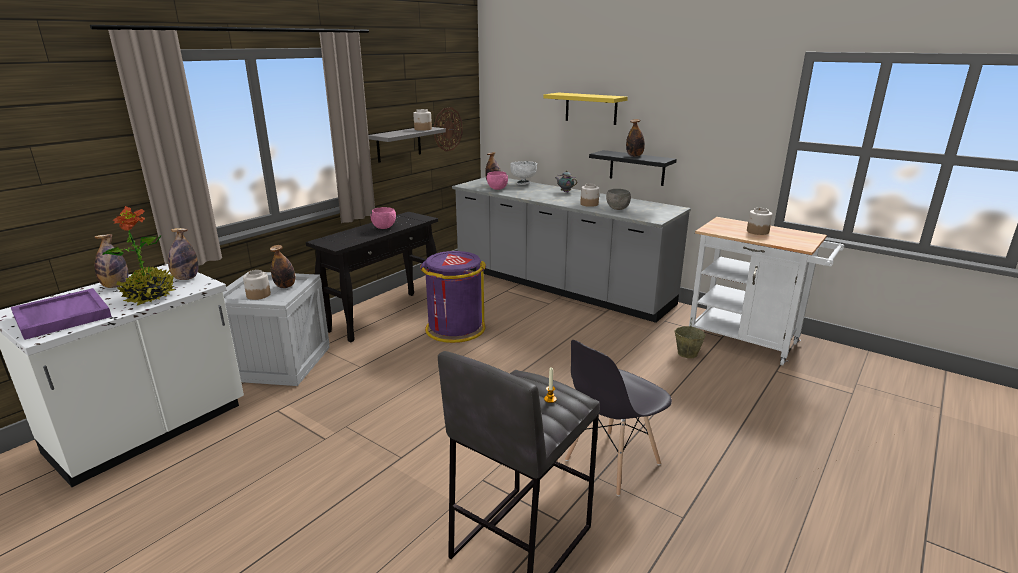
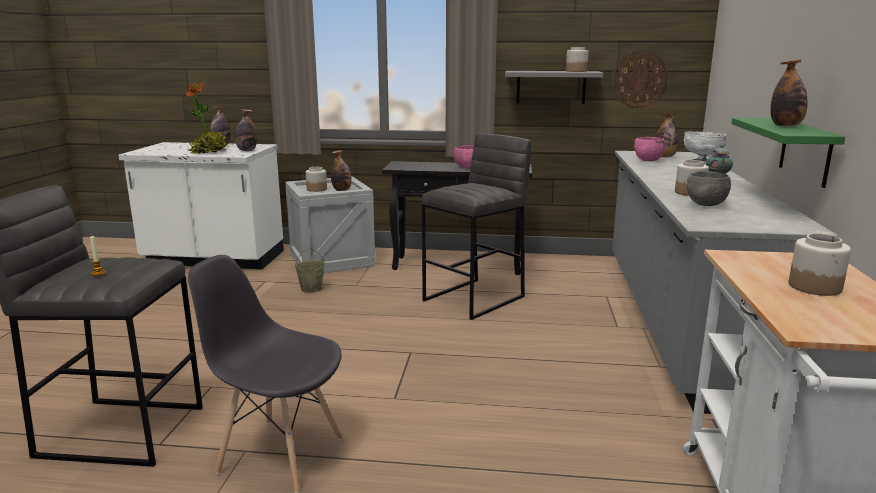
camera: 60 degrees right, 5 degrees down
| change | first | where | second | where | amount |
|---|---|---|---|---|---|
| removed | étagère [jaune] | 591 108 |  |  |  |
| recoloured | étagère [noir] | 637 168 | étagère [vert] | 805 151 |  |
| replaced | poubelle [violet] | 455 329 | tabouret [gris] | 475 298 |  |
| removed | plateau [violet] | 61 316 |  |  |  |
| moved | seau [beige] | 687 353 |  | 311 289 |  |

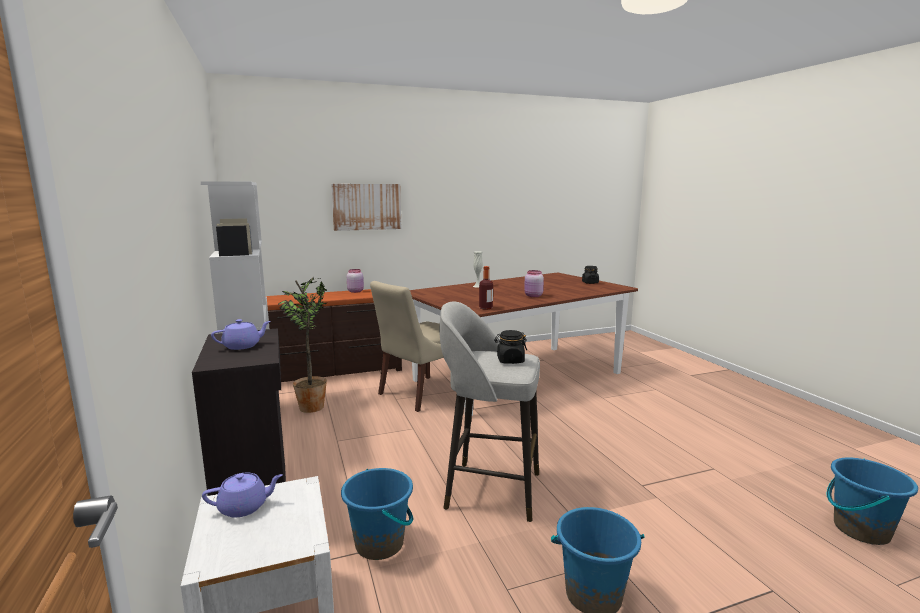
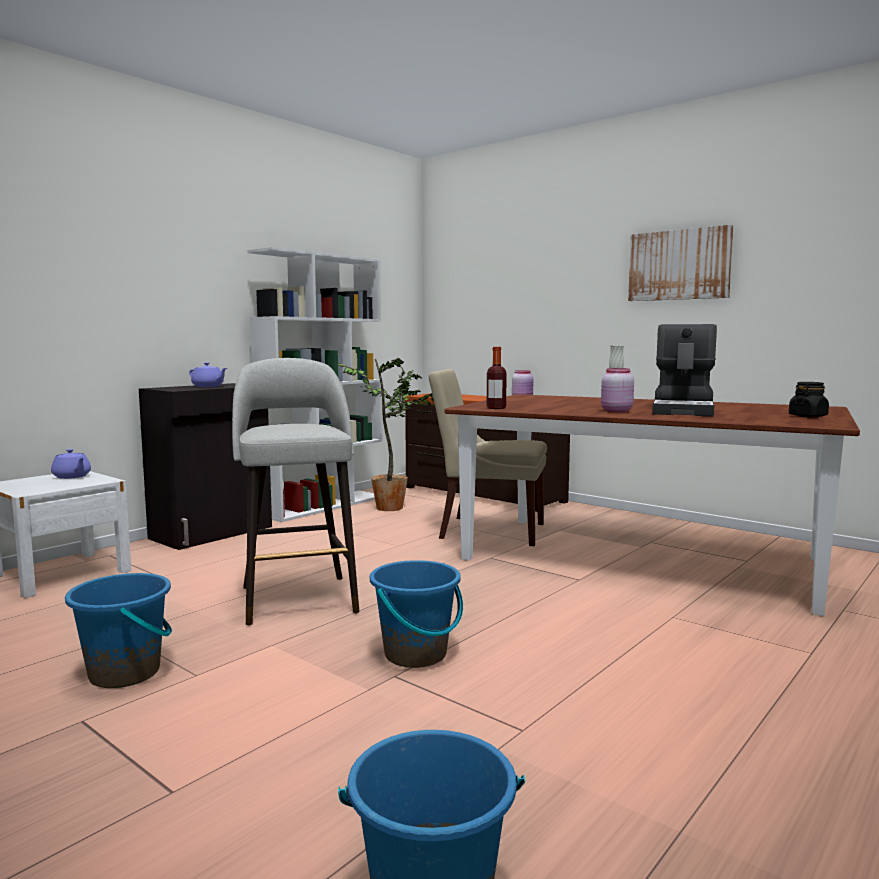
camera: 60 degrees right, 5 degrees down
| change | first | where | second | where | amount |
|---|---|---|---|---|---|
| moved | tableau | 367 206 |  | 679 265 |  |
| removed | bocal [noir] | 510 361 |  |  |  |
| moved | seau [bleu] | 380 543 |  | 416 654 |  |
| added |  |  | machine à café | 684 410 |  |

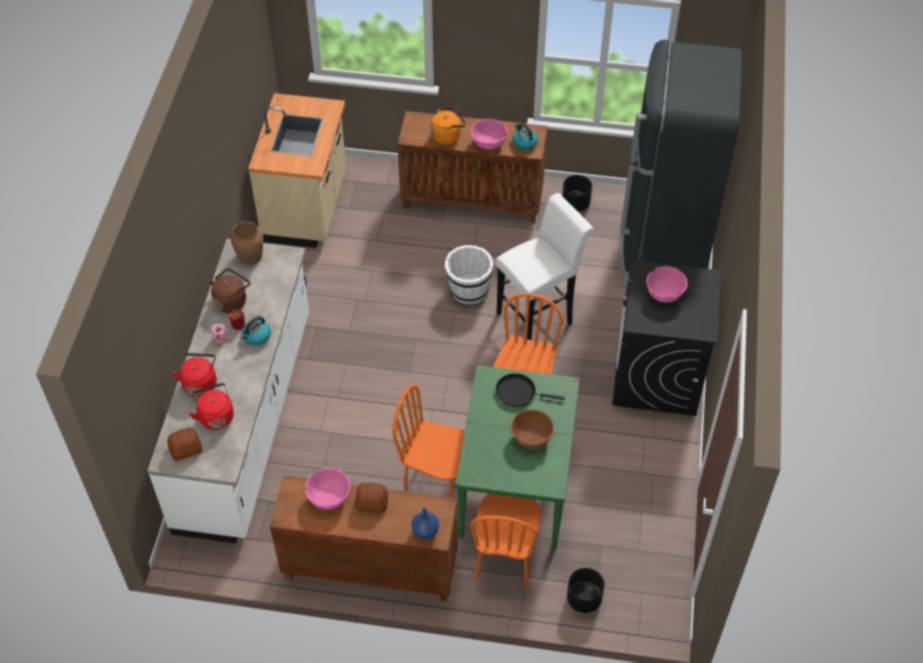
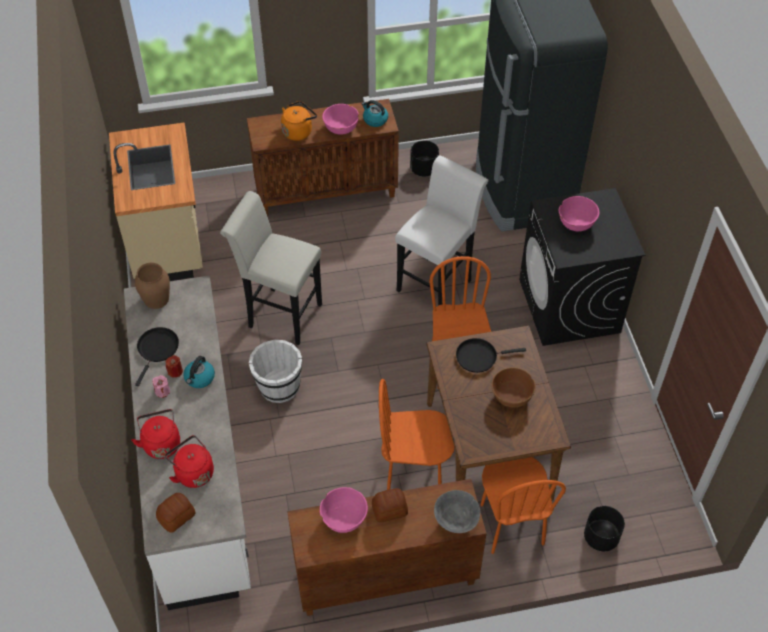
camera: 20 degrees left, 0 degrees up
| change | first | where | second | where | amount |
|---|---|---|---|---|---|
| moved | seau [blanc] | 468 290 |  | 278 387 |  |
| replaced | bouilloire [marron] | 232 301 | poêle [noir] | 157 349 |  |
| recoloured | table à manger [vert] | 515 484 | table à manger [marron] | 488 448 |  |
| replaced | vase [bleu] | 425 531 | bol [gris] | 456 521 |  |
| added |  |  | tabouret [blanc] | 280 314 |  |

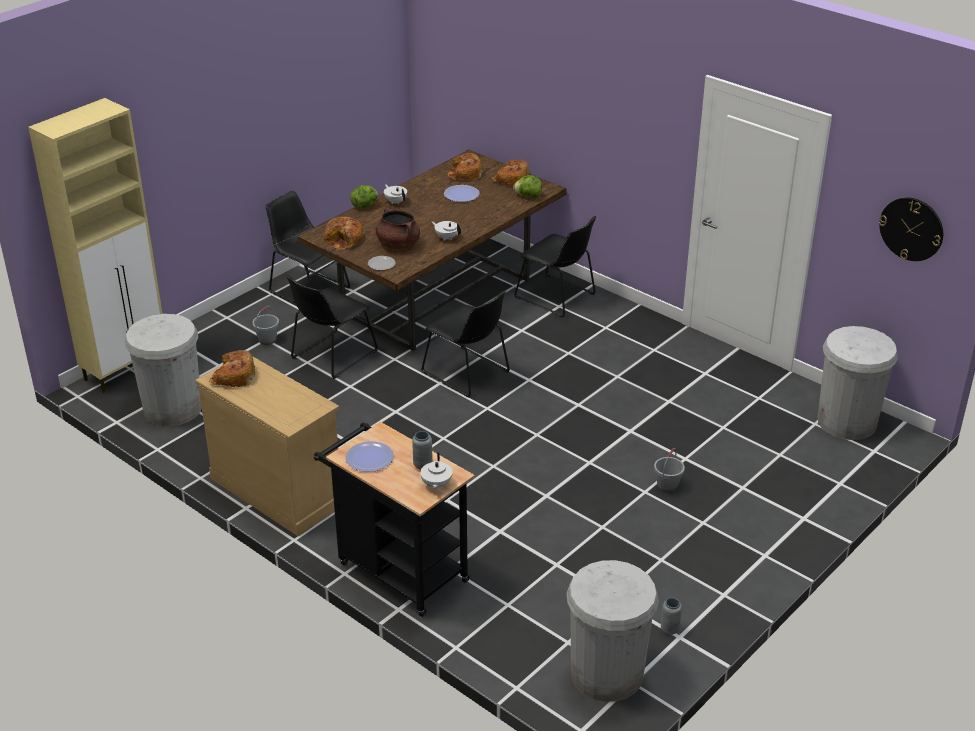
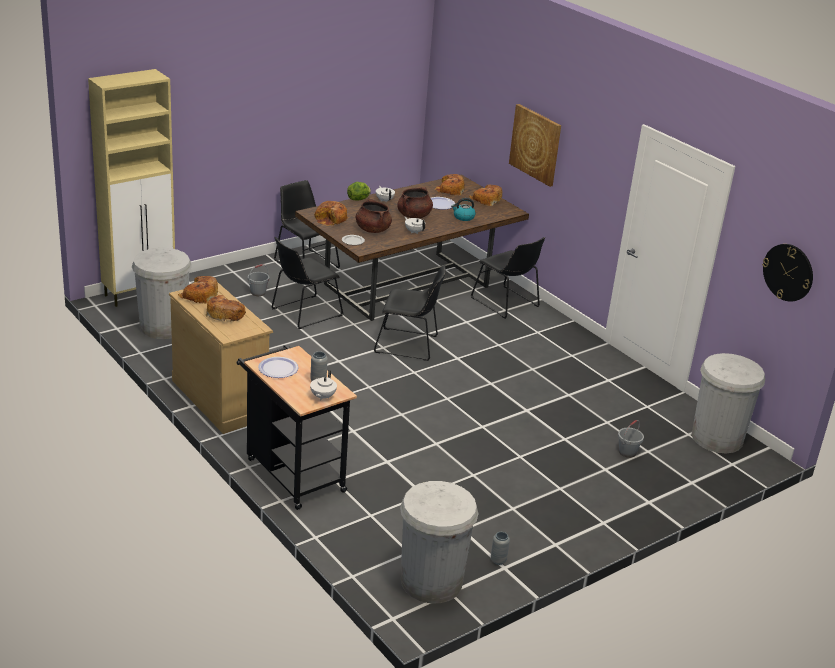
camera: 10 degrees right, 5 degrees down
| change | first | where | second | where | amount |
|---|---|---|---|---|---|
| removed | laitue | 528 196 |  |  |  |
| turned | chaise [noir] | 468 373 |  | 409 345 | 45 degrees counterclockwise |
| moved | seau [gris] | 667 486 |  | 627 452 |  |
| added |  |  | tableau | 535 144 |  |
| added |  |  | marmite [marron] | 414 216 |  |
| added |  |  | bouilloire | 463 217 |  |
| added |  |  | pain | 225 314 |  |

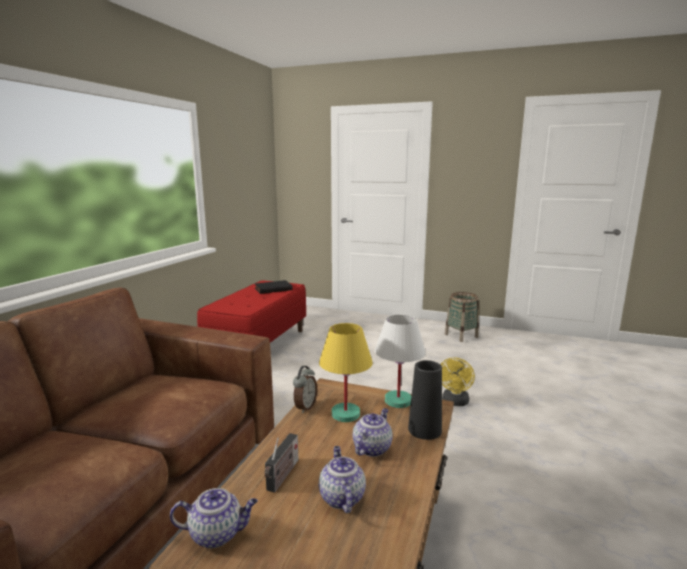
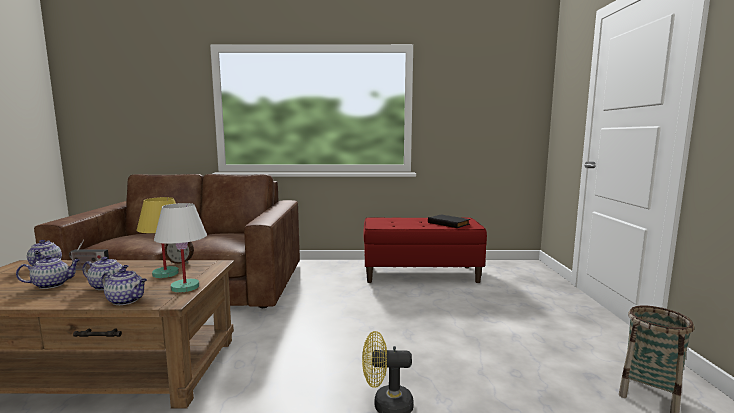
camera: 70 degrees right, 5 degrees down
| change | first | where | second | where | amount |
|---|---|---|---|---|---|
| replaced | vase [noir] | 424 429 | théière | 127 300 |  |

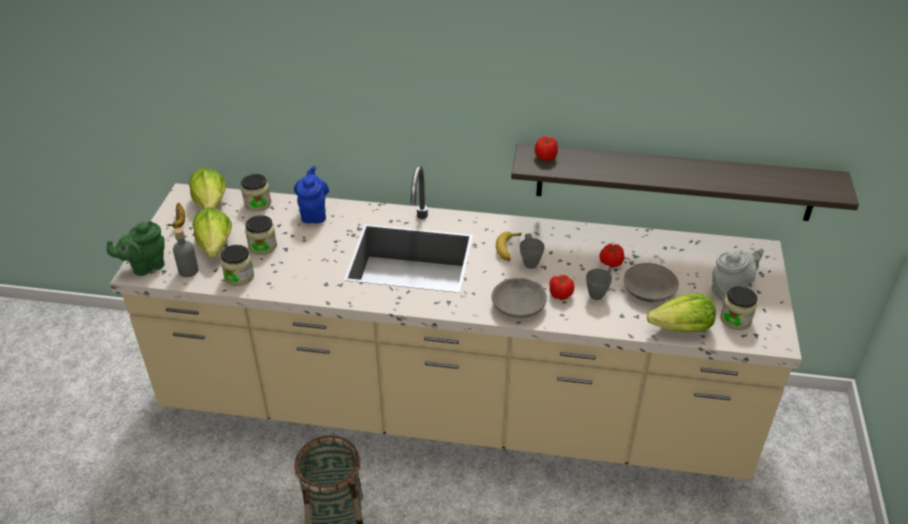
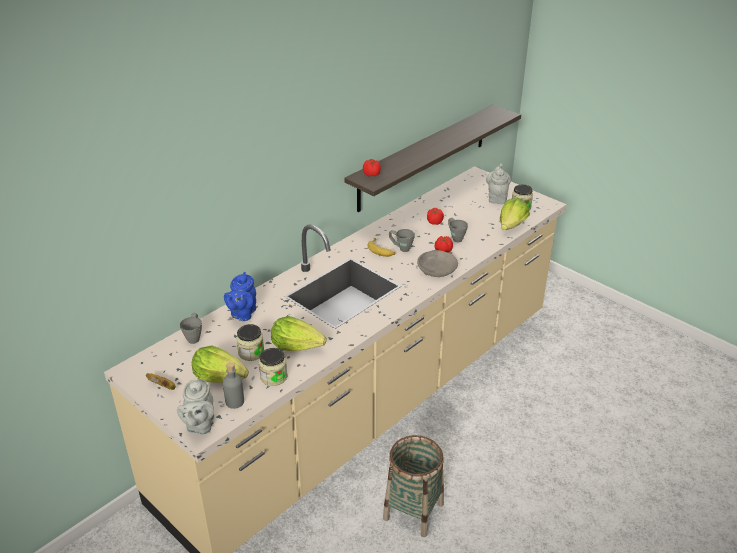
camera: 55 degrees left, 5 degrees down
| change | first | where | second | where | amount |
|---|---|---|---|---|---|
| turned | théière [bleu] | 314 213 |  | 242 314 | 105 degrees counterclockwise |
| moved | laitue | 211 204 |  | 297 345 |  |
| replaced | bocal | 257 203 | mug [gris] | 194 336 |  |
| recoloured | théière [vert] | 145 266 | théière [gris] | 199 425 |  |
| removed | bol [gris] | 648 290 |  |  |  |

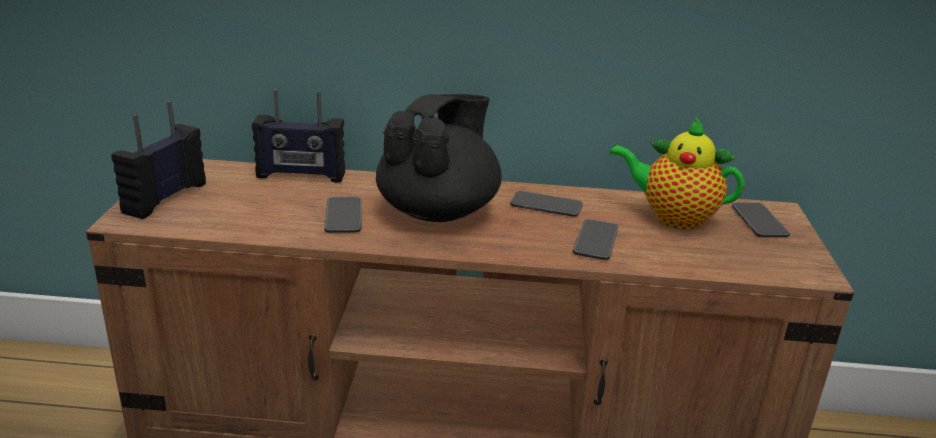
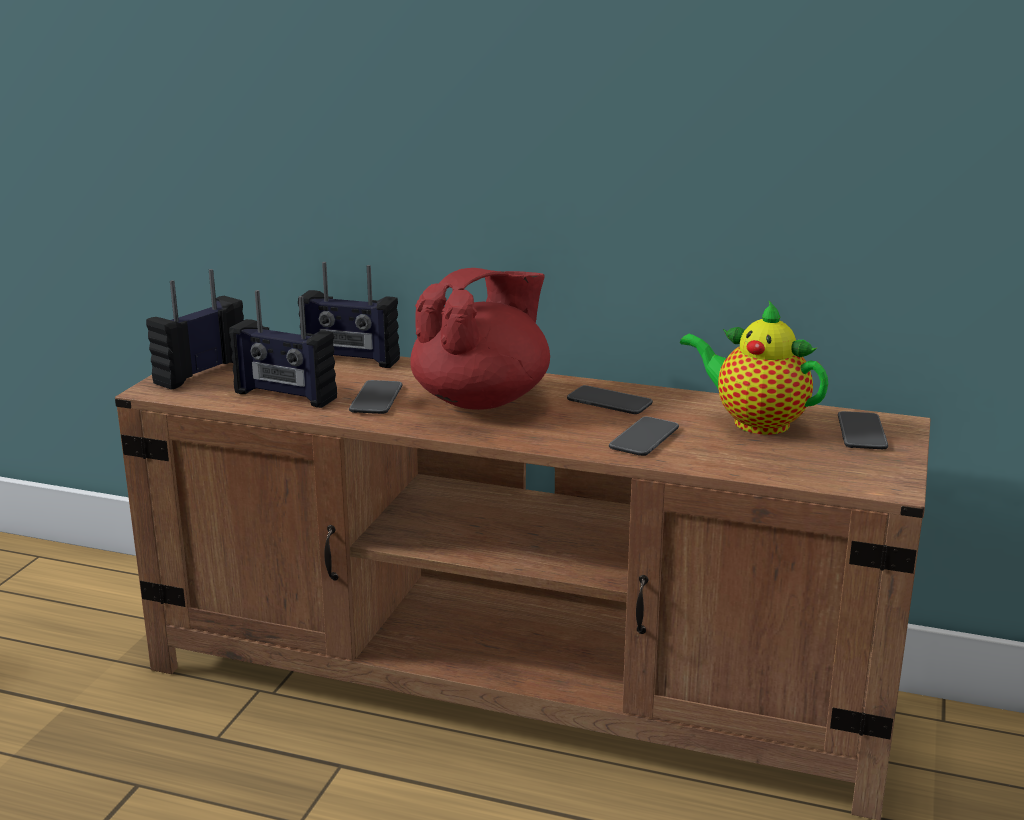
camera: 15 degrees right, 5 degrees down
| change | first | where | second | where | amount |
|---|---|---|---|---|---|
| recoloured | théière [noir] | 439 211 | théière [rouge] | 483 400 |  |
| added |  |  | radio | 284 396 |  |

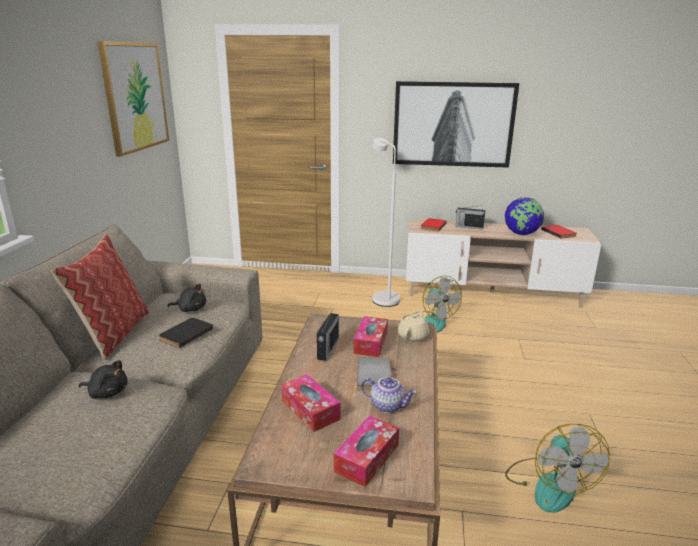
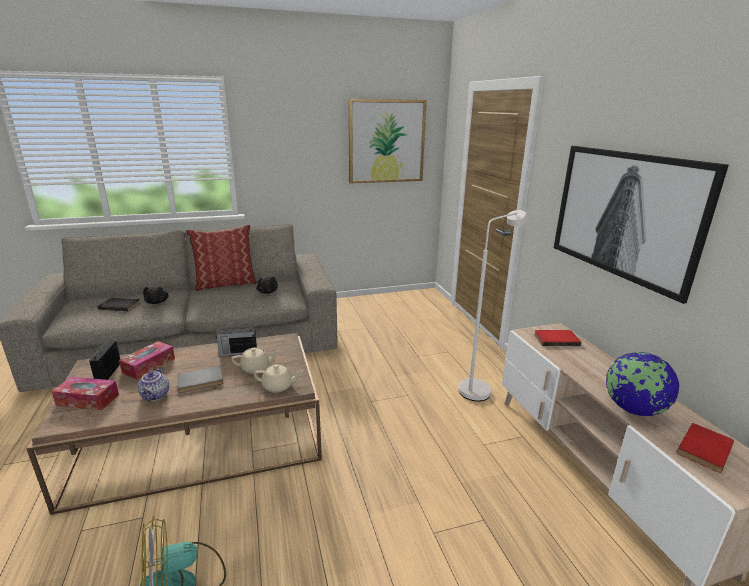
camera: 65 degrees right, 0 degrees up
| change | first | where | second | where | amount |
|---|---|---|---|---|---|
| moved | radio | 468 227 |  | 109 372 |  |
| removed | ventilateur | 430 321 |  |  |  |
| replaced | boîte à mouchoirs | 370 343 | théière [beige] | 256 368 |  |
| moved | livre [noir] | 185 334 |  | 120 305 |  |

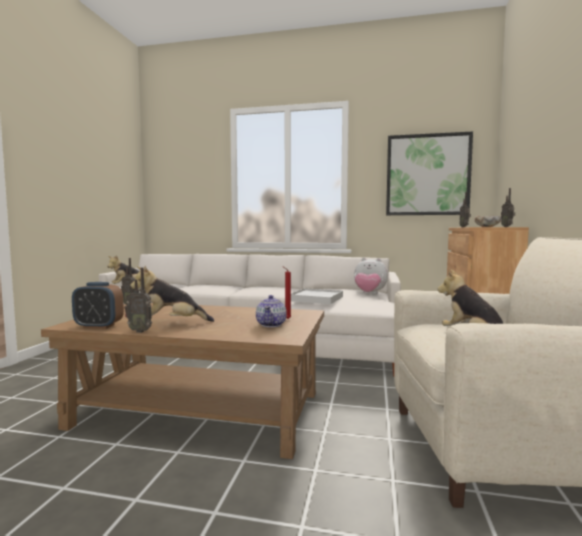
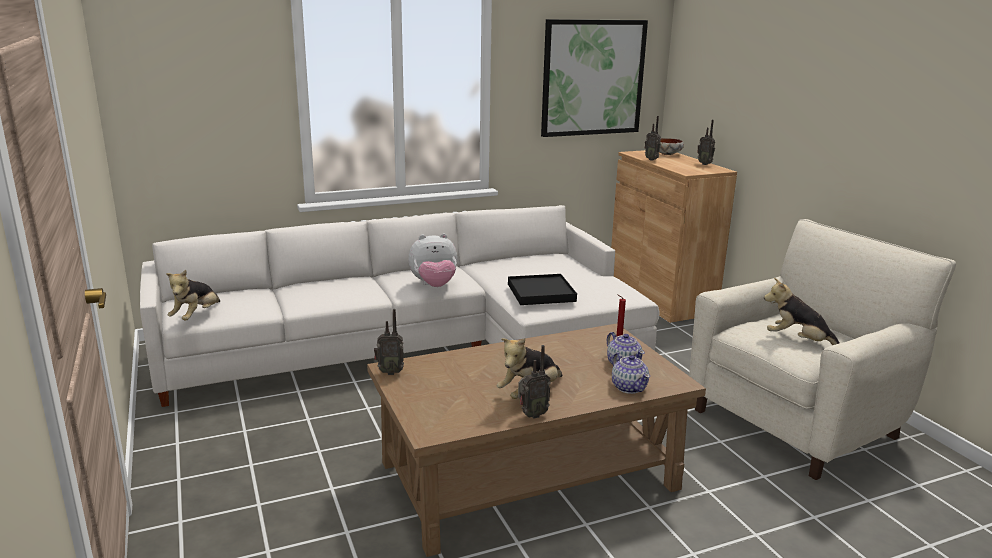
camera: 35 degrees left, 15 degrees up
| change | first | where | second | where | amount |
|---|---|---|---|---|---|
| moved | peluche | 369 294 |  | 434 286 |  |
| removed | réveil | 99 326 |  |  |  |
| recoloured | plateau [blanc] | 316 299 | plateau [noir] | 541 293 |  |
| added |  |  | théière | 629 387 |  |

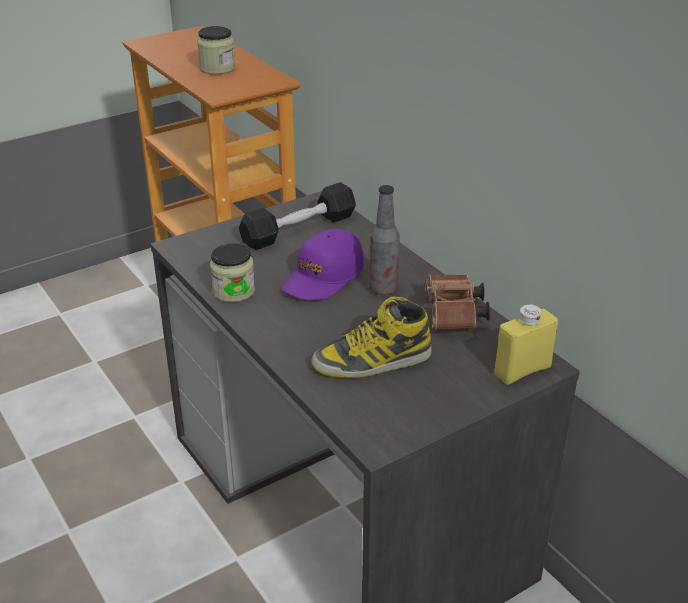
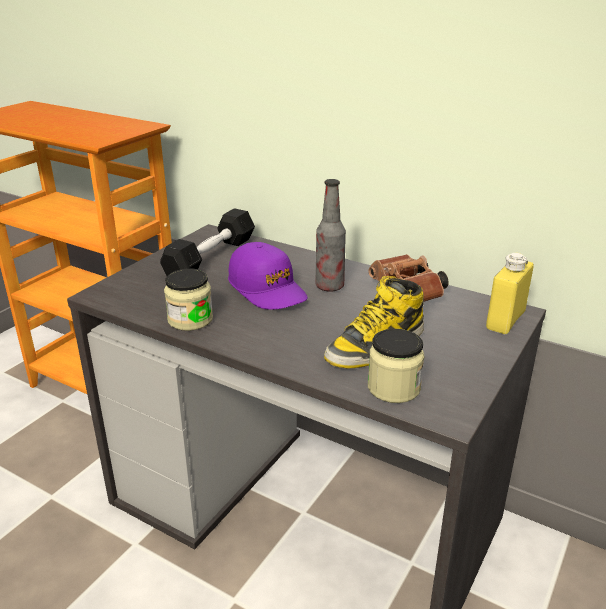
camera: 25 degrees left, 5 degrees down
| change | first | where | second | where | amount |
|---|---|---|---|---|---|
| moved | bocal | 217 68 |  | 393 388 |  |
| turned | casquette [violet] | 323 277 |  | 267 289 | 45 degrees counterclockwise |

